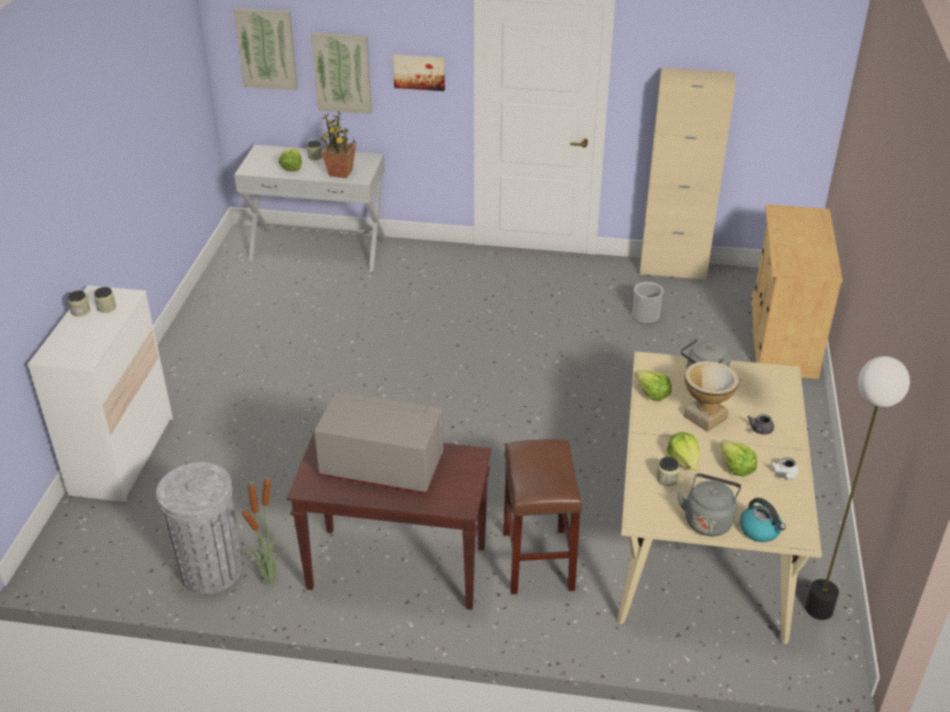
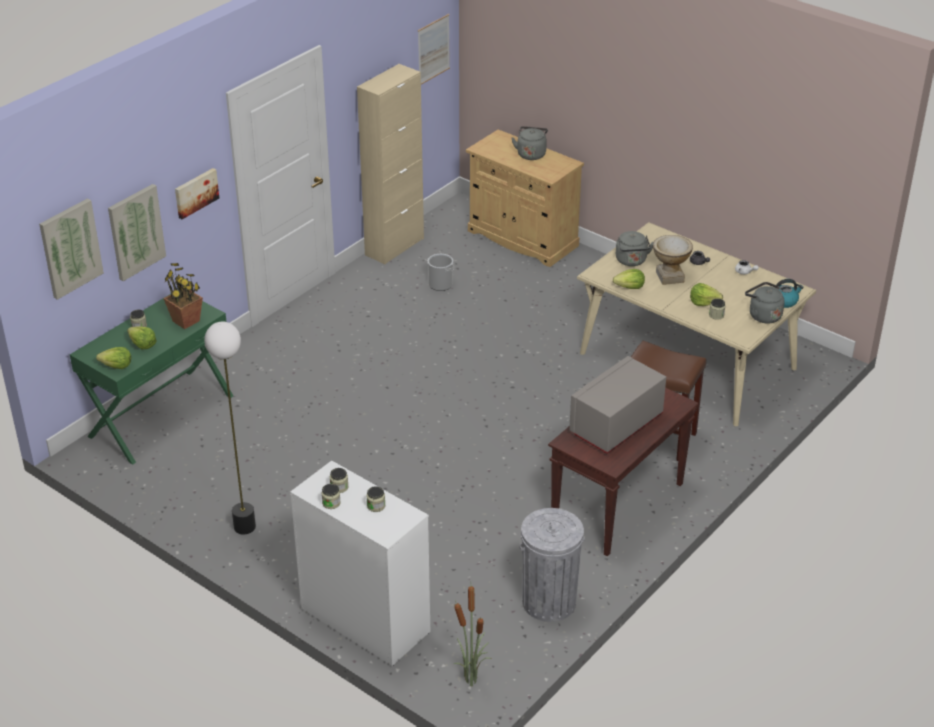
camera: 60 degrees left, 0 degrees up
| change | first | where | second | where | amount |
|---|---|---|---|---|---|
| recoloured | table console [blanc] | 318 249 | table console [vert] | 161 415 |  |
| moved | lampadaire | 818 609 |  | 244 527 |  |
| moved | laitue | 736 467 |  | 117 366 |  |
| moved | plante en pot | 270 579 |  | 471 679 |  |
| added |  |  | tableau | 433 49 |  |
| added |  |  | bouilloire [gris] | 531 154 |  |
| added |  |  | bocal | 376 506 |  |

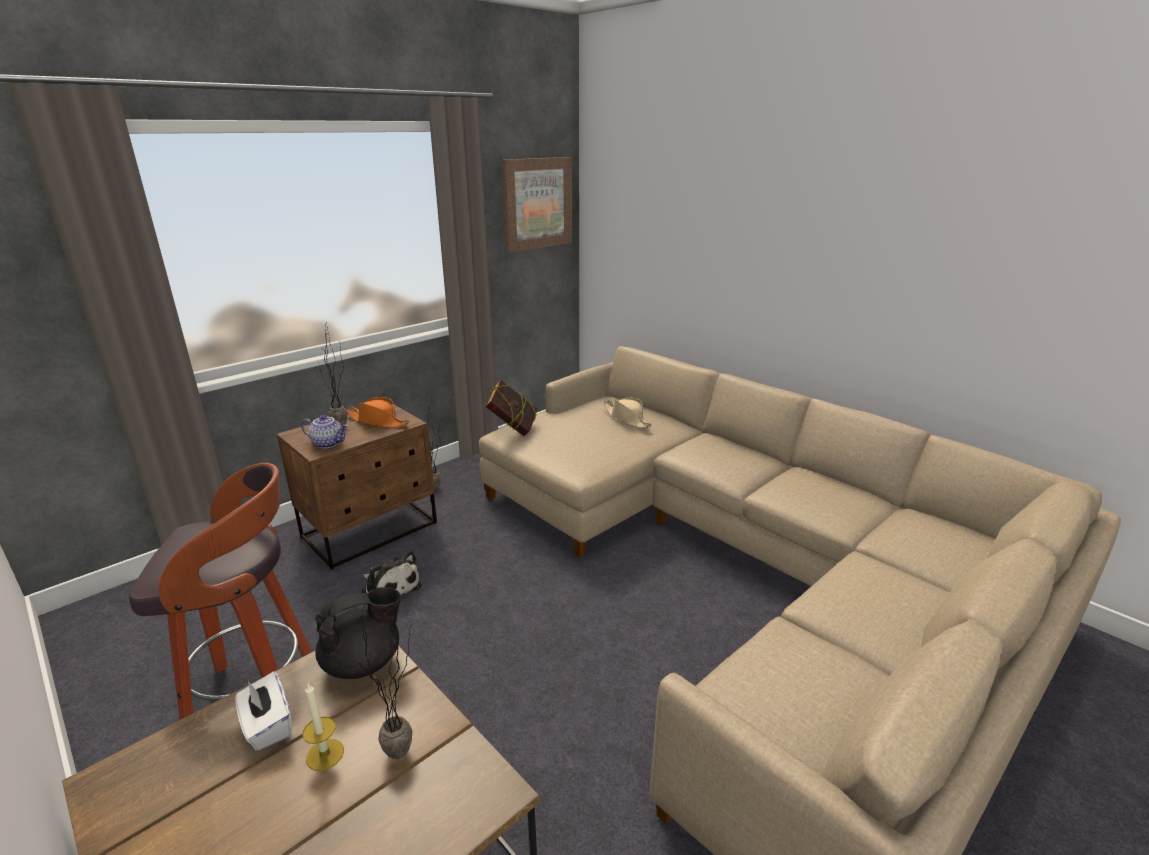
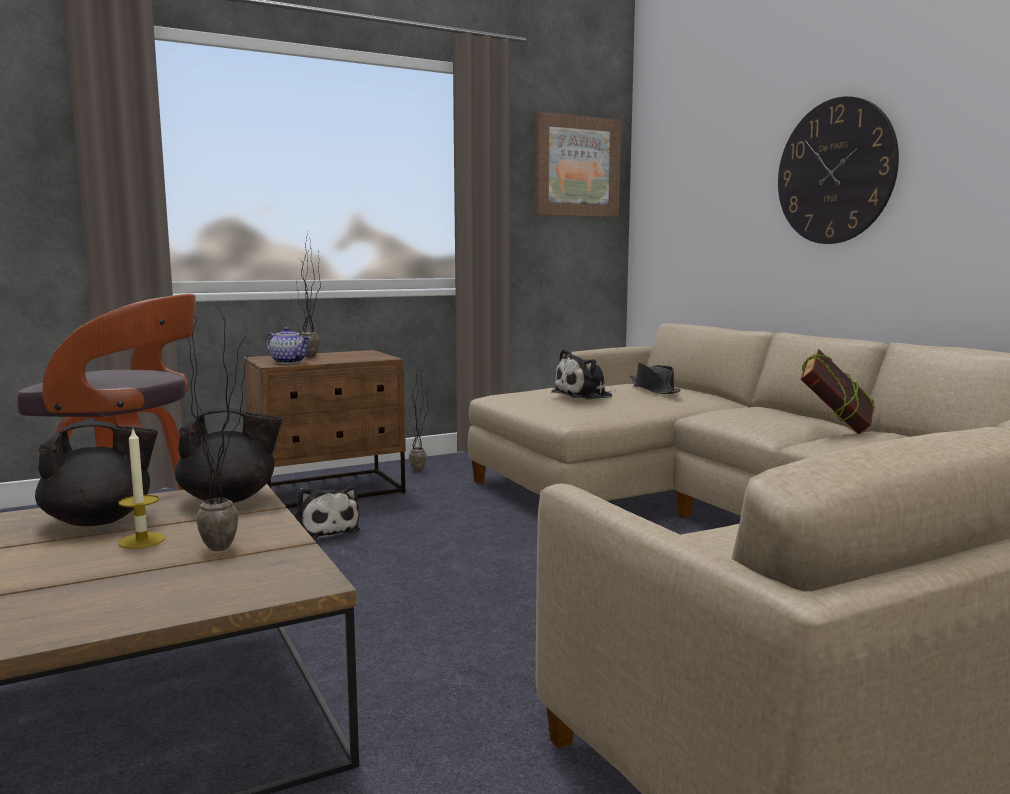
camera: 15 degrees right, 15 degrees down
| change | first | where | second | where | amount |
|---|---|---|---|---|---|
| moved | livre | 513 430 |  | 835 428 |  |
| removed | chapeau [orange] | 378 421 |  |  |  |
| recoloured | chapeau [beige] | 627 418 | chapeau [noir] | 654 389 |  |
| replaced | boîte à mouchoirs [blanc] | 268 726 | théière [noir] | 100 521 |  |
| added |  |  | horloge murale | 835 171 |  |
| added |  |  | peluche | 585 395 |  |

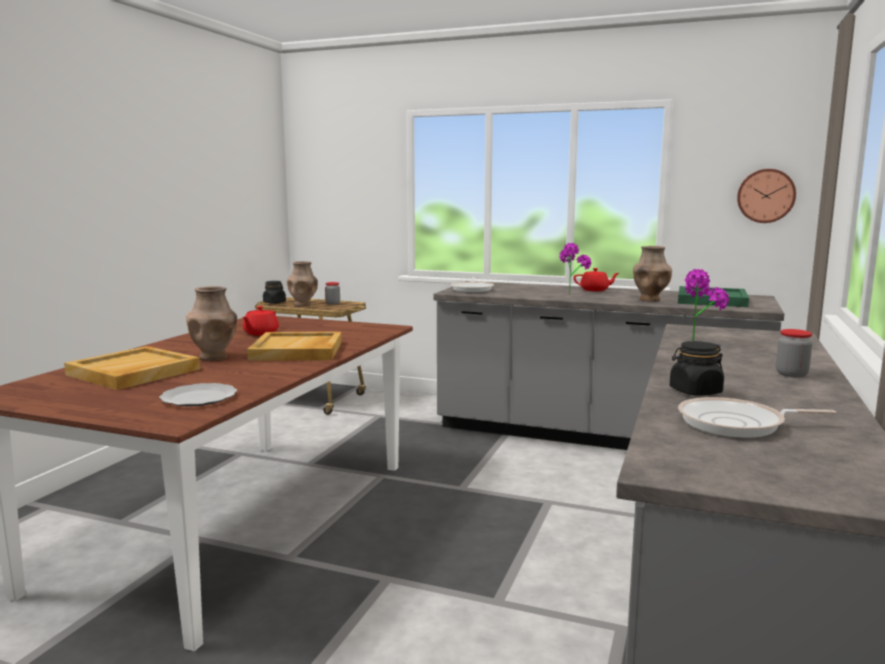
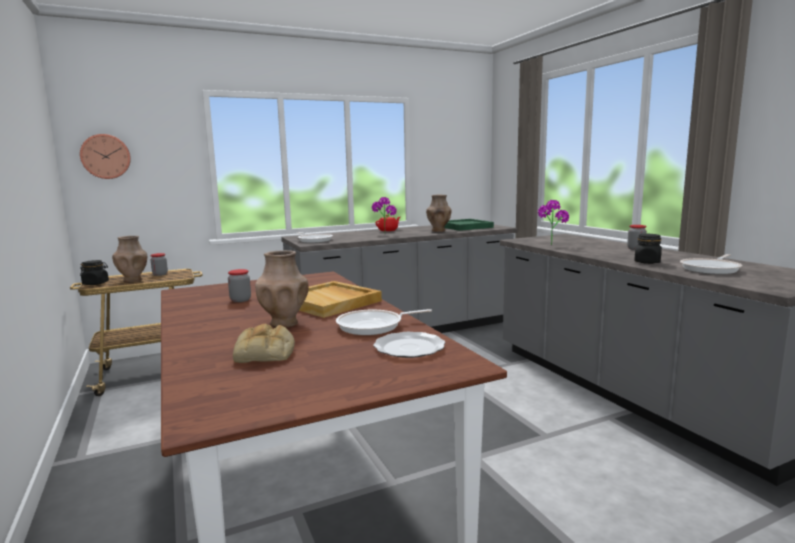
camera: 45 degrees left, 0 degrees up
| change | first | where | second | where | amount |
|---|---|---|---|---|---|
| moved | horloge murale | 765 196 |  | 106 156 |  |
| replaced | théière [rouge] | 260 333 | bocal | 240 300 |  |
| replaced | plateau [beige] | 133 372 | pain | 265 353 |  |
| added |  |  | poêle | 373 326 |  |

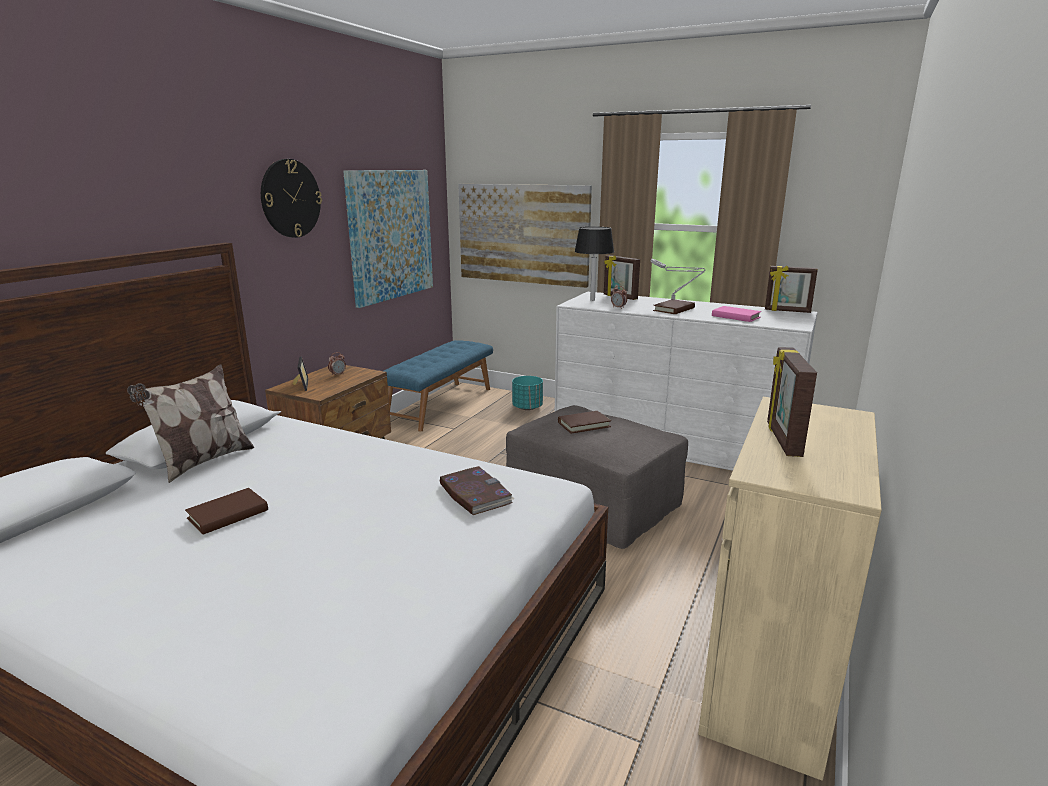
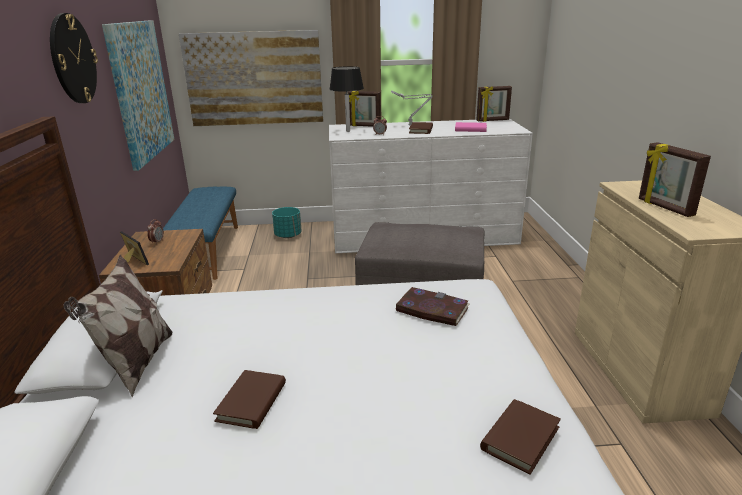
camera: 30 degrees left, 5 degrees up
| change | first | where | second | where | amount |
|---|---|---|---|---|---|
| moved | livre [marron] | 584 424 |  | 520 438 |  |

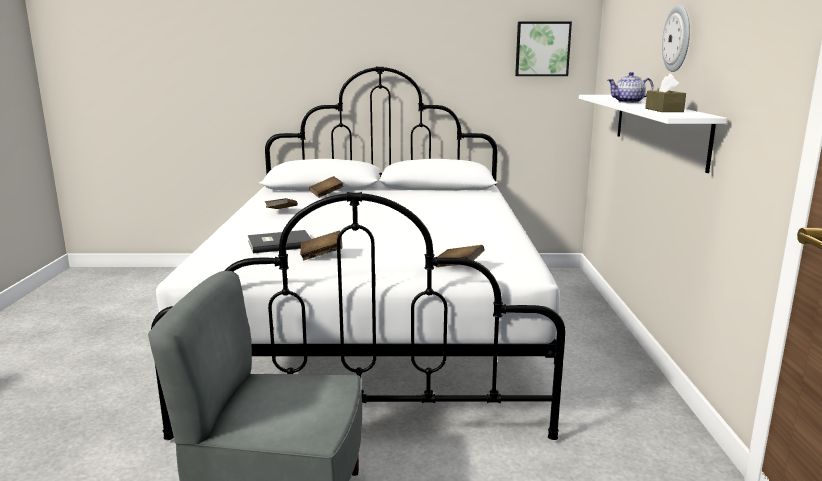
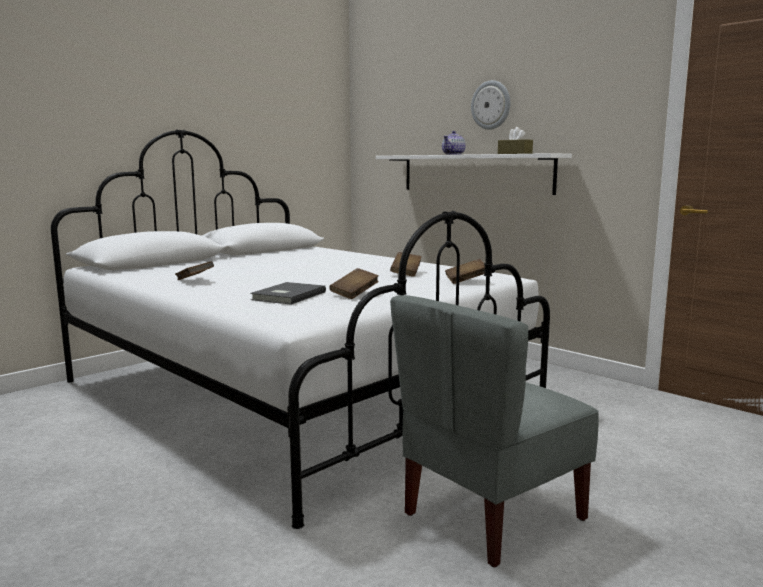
camera: 45 degrees left, 5 degrees down
| change | first | where | second | where | amount |
|---|---|---|---|---|---|
| removed | tableau | 542 49 |  |  |  |
| moved | livre [marron] | 326 194 |  | 406 273 |  |

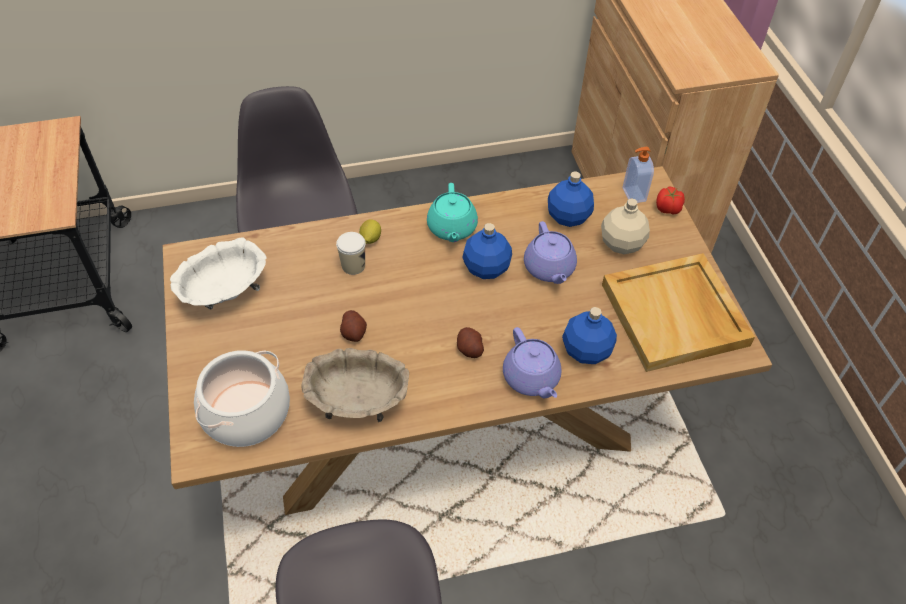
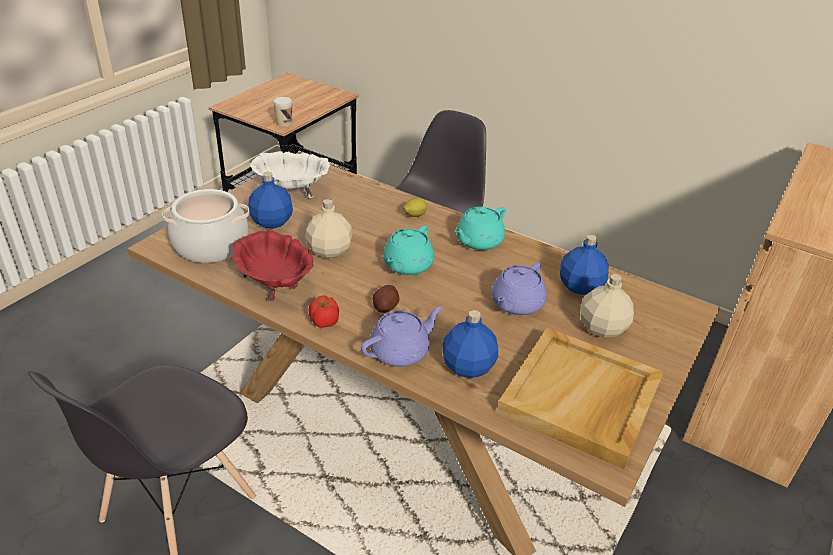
camera: 45 degrees right, 15 degrees down
| change | first | where | second | where | amount |
|---|---|---|---|---|---|
| removed | distributeur de savon | 633 195 |  |  |  |
| moved | tomate | 668 209 |  | 324 322 |  |
| moved | bouteille [bleu] | 486 268 |  | 271 222 |  |
| moved | tasse | 353 266 |  | 284 123 |  |
| replaced | pomme de terre | 354 332 | bouteille [beige] | 328 250 |  |
| turned | théière [violet] | 531 378 |  | 401 351 | 150 degrees counterclockwise |
| recoloured | bol [beige] | 358 400 | bol [rouge] | 275 282 |  |
| added |  |  | théière [turquoise] | 407 266 |  |

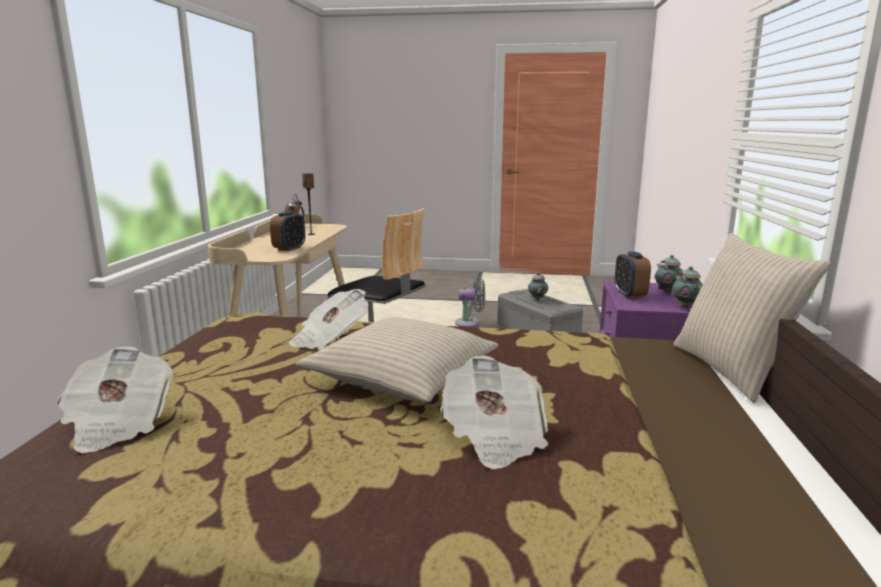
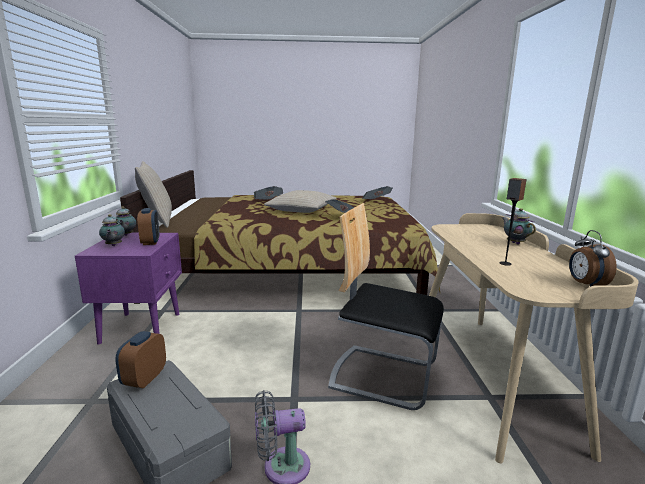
camera: 170 degrees right, 0 degrees up
| change | first | where | second | where | amount |
|---|---|---|---|---|---|
| moved | réveil | 289 248 |  | 144 379 |  |
| moved | théière | 537 299 |  | 514 243 |  |

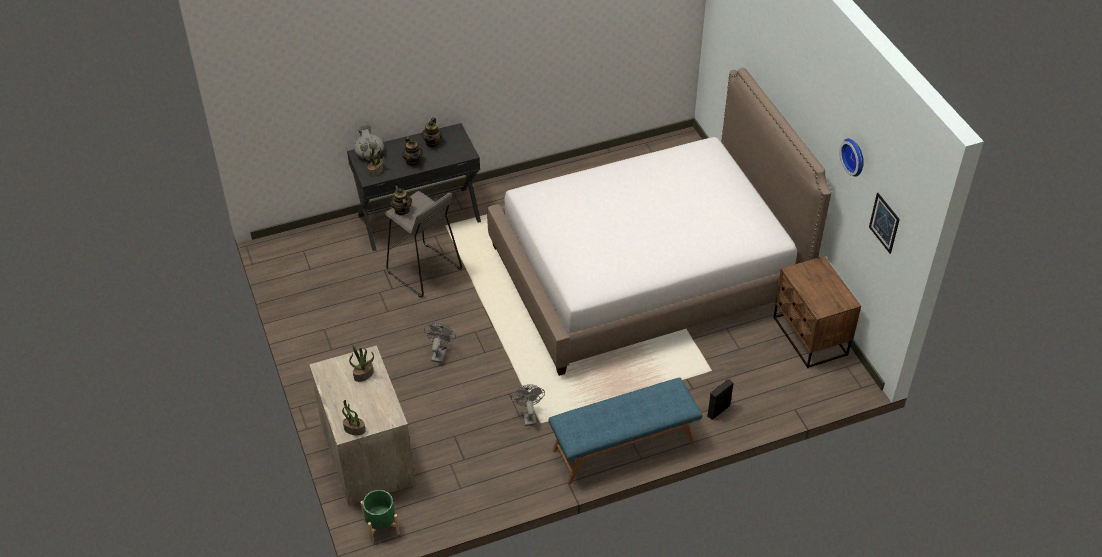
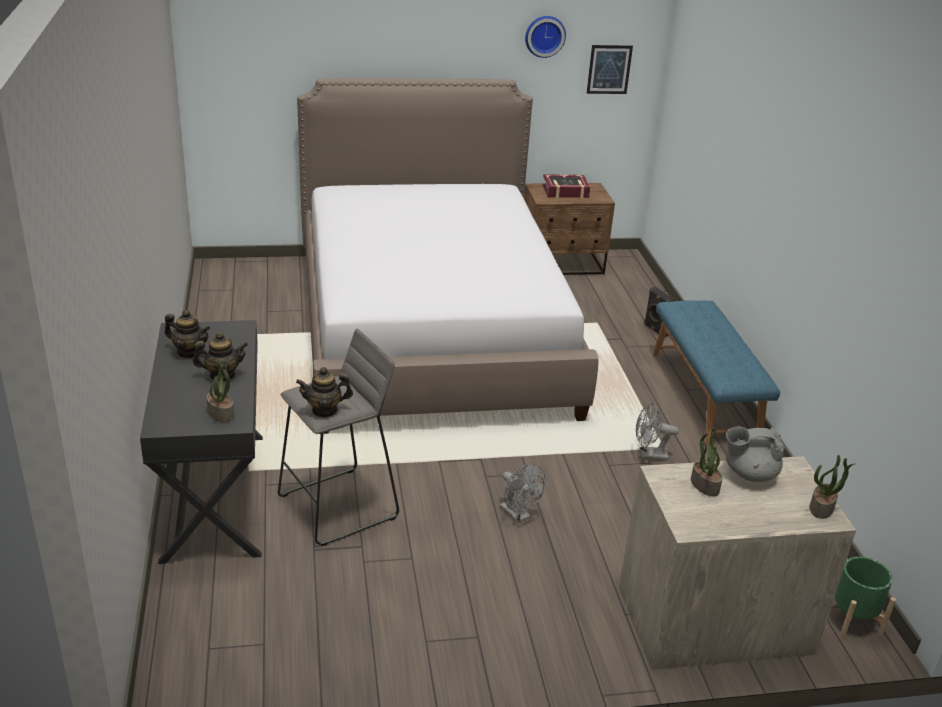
camera: 80 degrees left, 15 degrees down
| change | first | where | second | where | amount |
|---|---|---|---|---|---|
| moved | théière [gris] | 369 153 |  | 748 474 |  |
| turned | ventilateur [gris] | 439 353 |  | 518 515 | 150 degrees counterclockwise |
| added |  |  | livre | 565 191 |  |

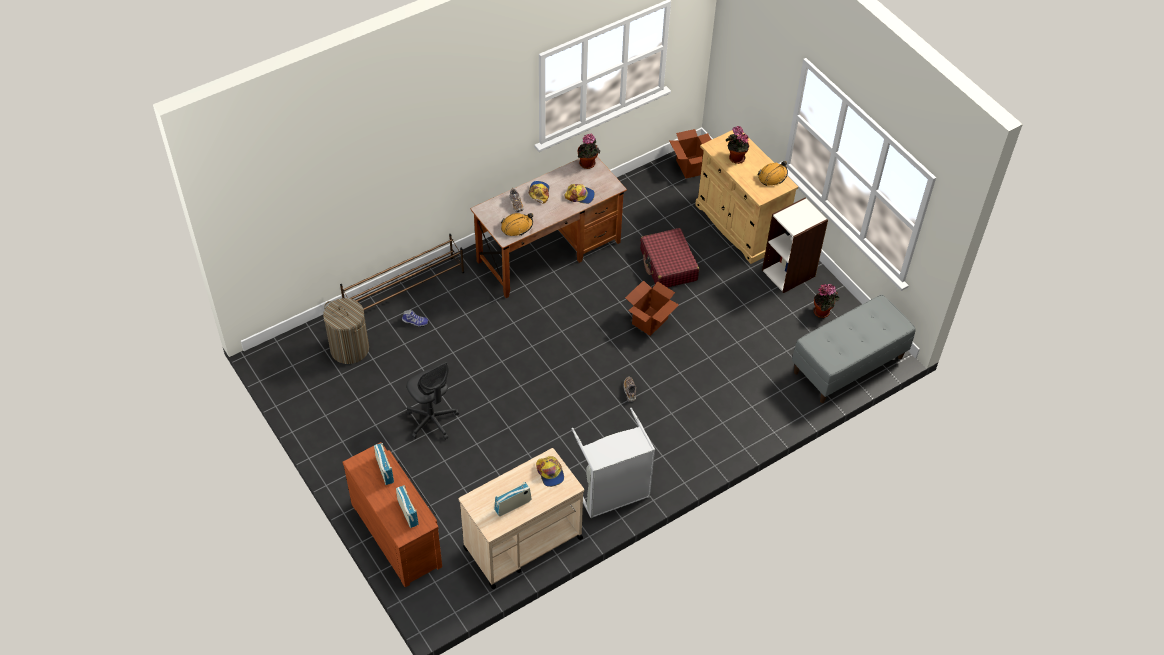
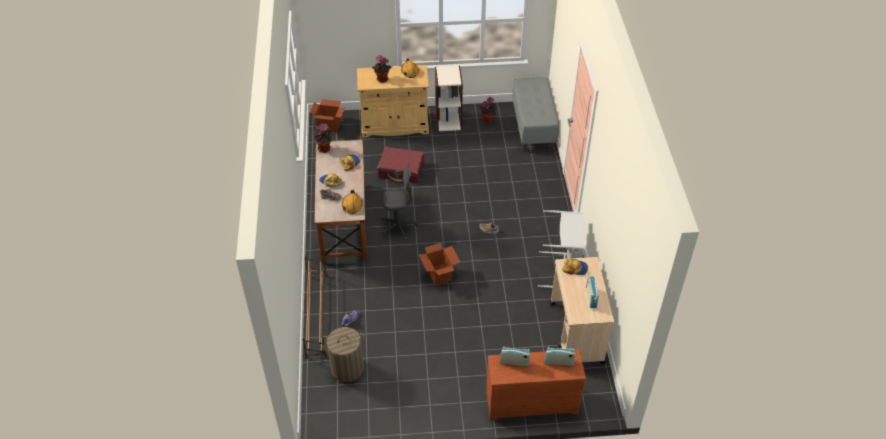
camera: 60 degrees left, 5 degrees down
| change | first | where | second | where | amount |
|---|---|---|---|---|---|
| moved | carton | 650 321 |  | 439 275 |  |
| moved | chaise de bureau [gris] | 432 420 |  | 398 227 |  |

